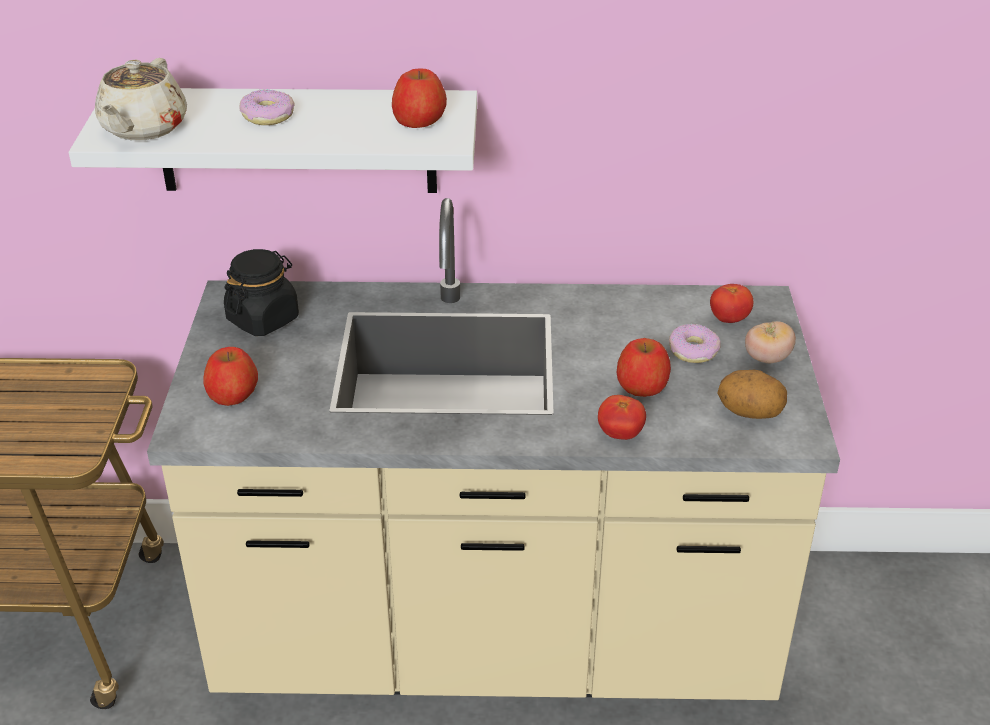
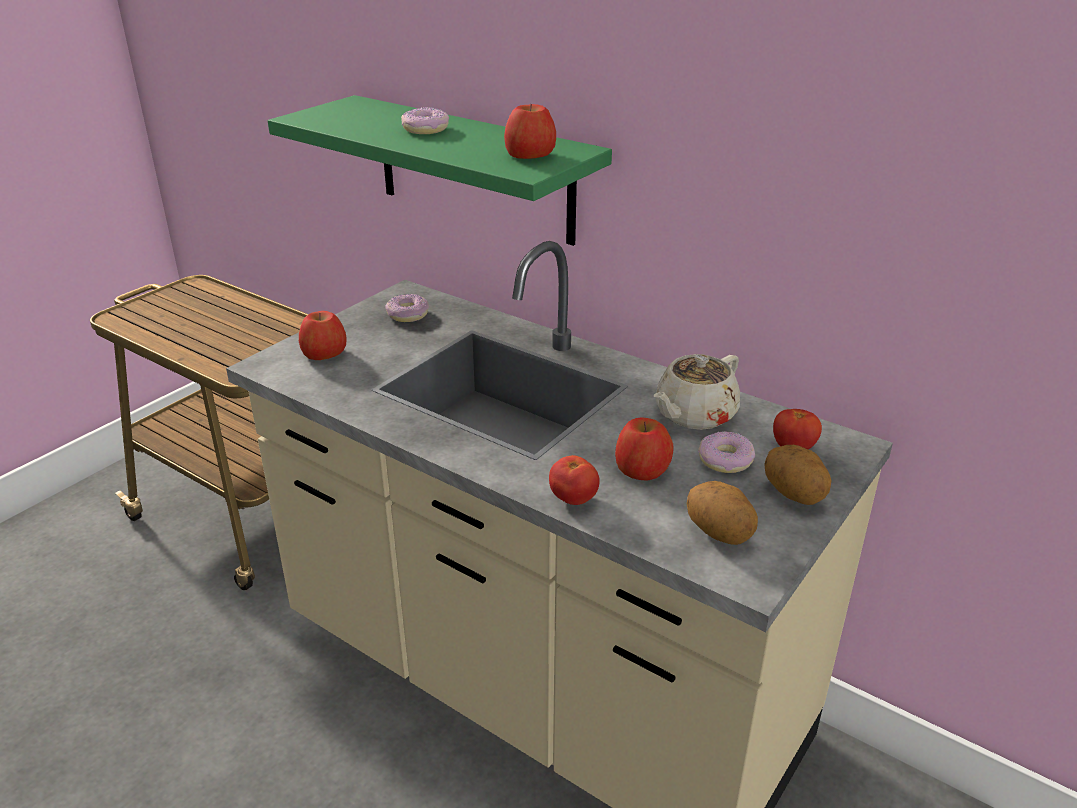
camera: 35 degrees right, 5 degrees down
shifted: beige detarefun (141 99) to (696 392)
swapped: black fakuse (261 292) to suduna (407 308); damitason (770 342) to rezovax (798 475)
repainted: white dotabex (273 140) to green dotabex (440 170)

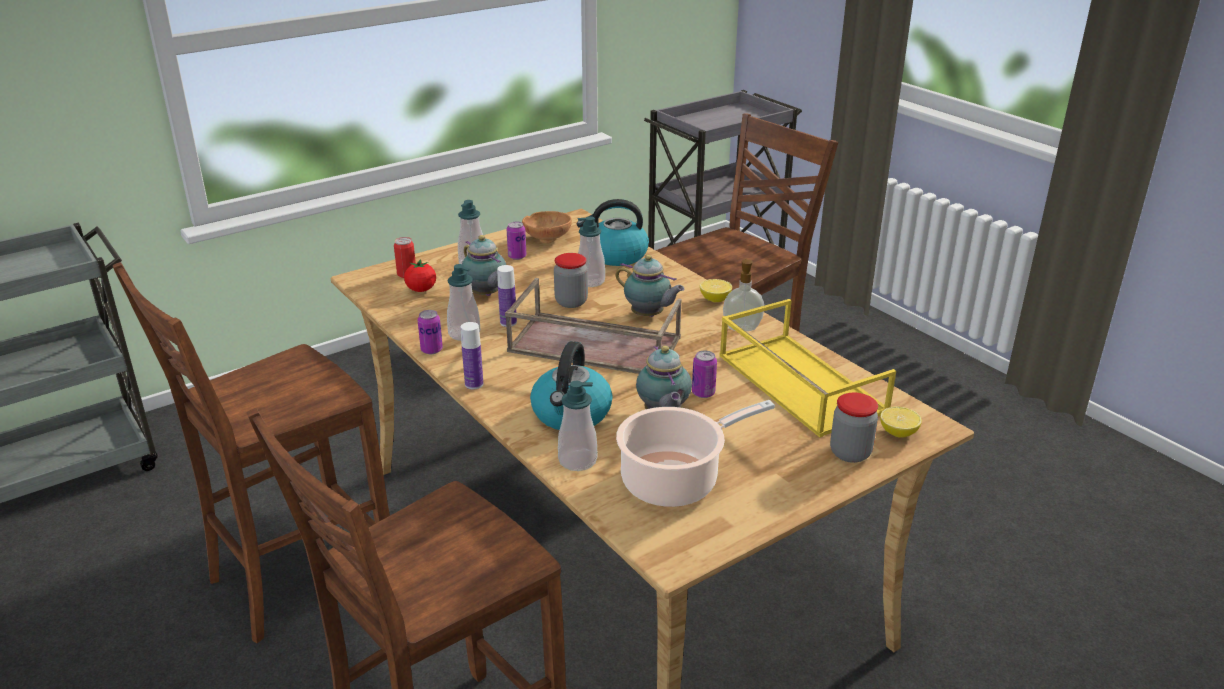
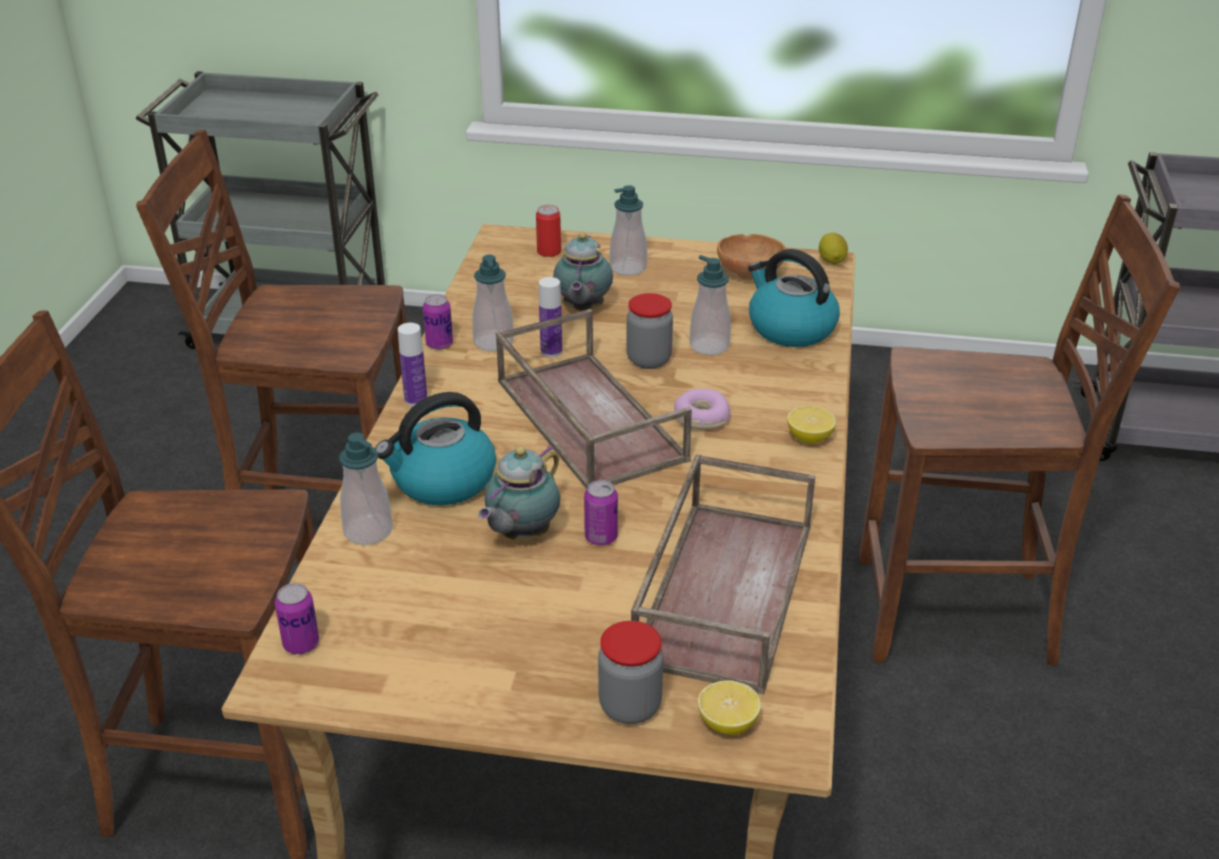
camera: 45 degrees right, 5 degrees up
gone: damitason (420 275); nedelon (695 453); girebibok (743 294)
new: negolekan (833 248)
shifted: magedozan (516 241) to (297 618)
swapped: detarefun (650 286) to suduna (702 409)
repainted: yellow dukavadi (807 368) to brown dukavadi (723 574)

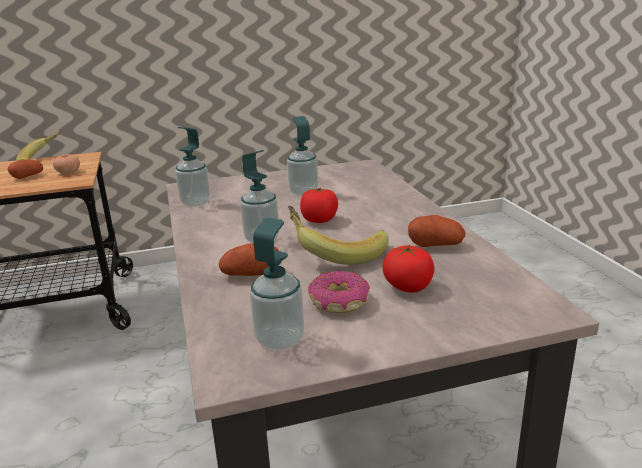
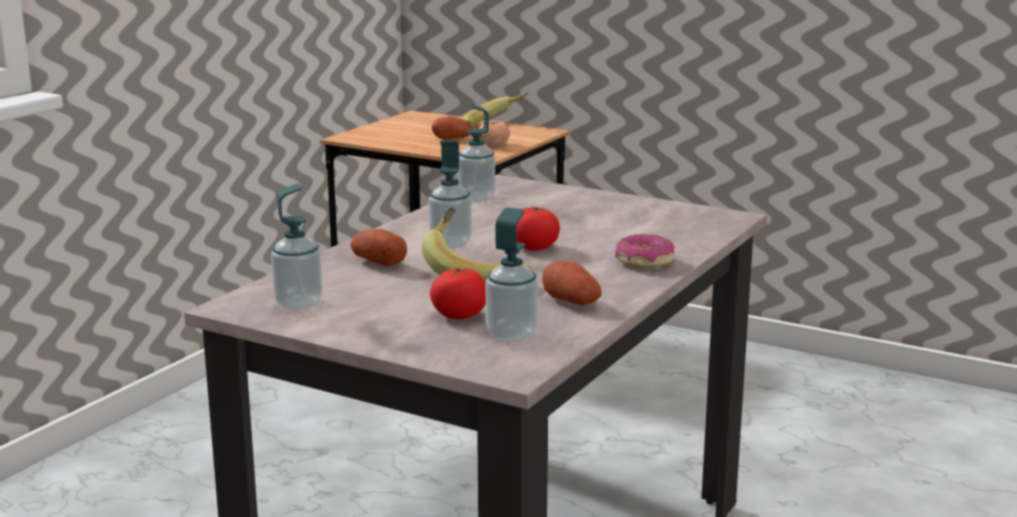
camera: 45 degrees right, 5 degrees down
shifted: girebibok (302 156) to (512 275); suduna (339 292) to (644 251)

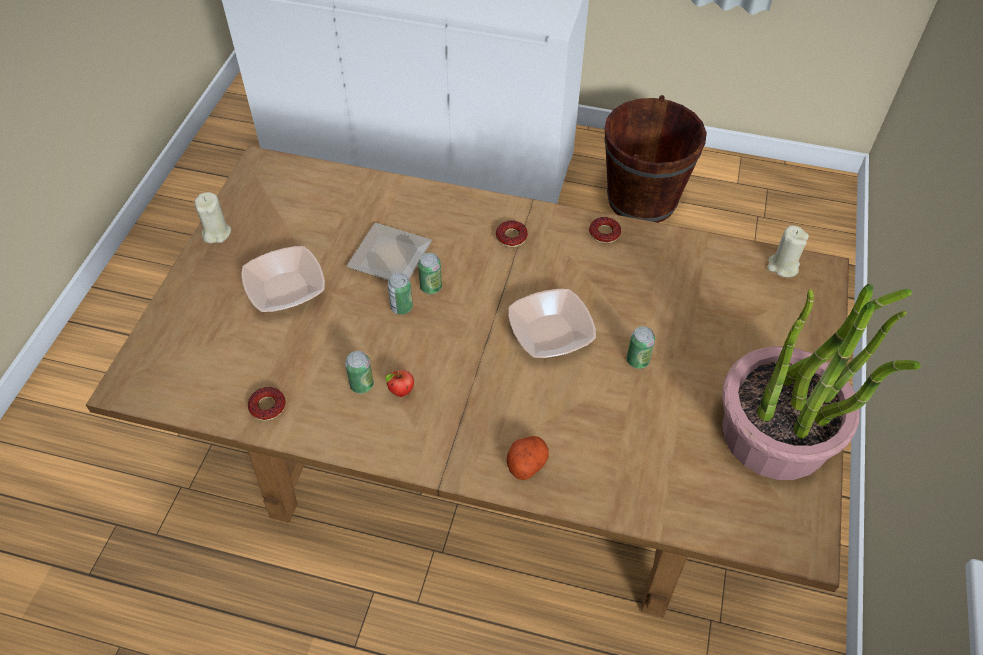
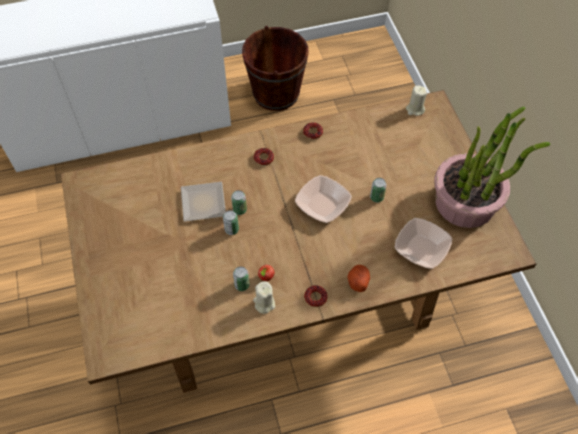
camera: 30 degrees left, 5 degrees up
shifted: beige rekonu (212 217) to (264 297); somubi (283 279) to (423 243); suduna (267 404) to (316 296)

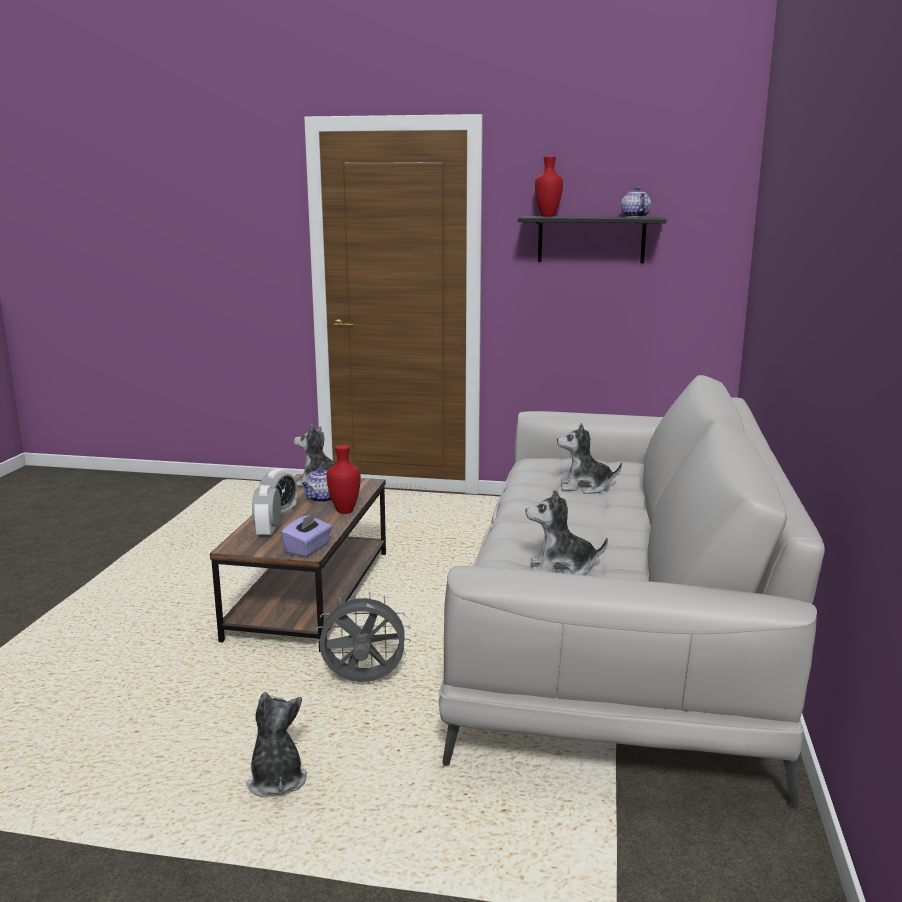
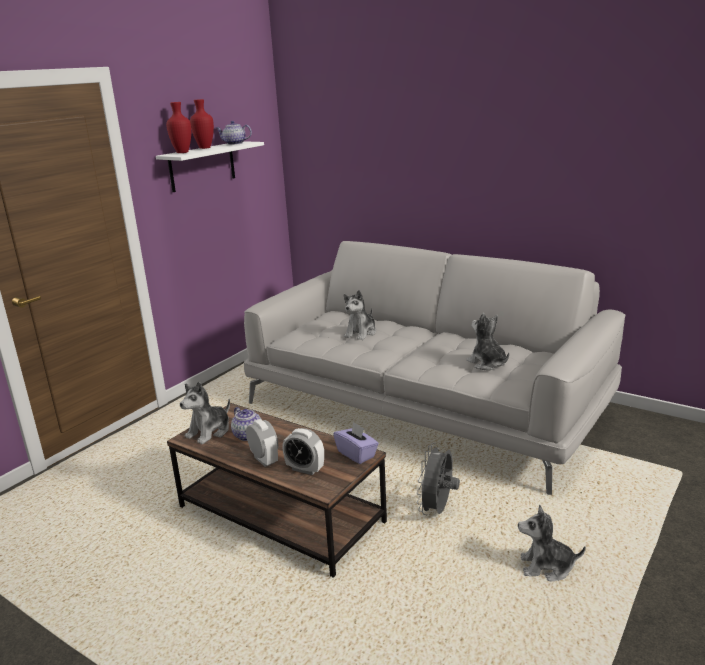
camera: 65 degrees left, 5 degrees up
shifted: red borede (344 479) to (202 124)
repainted: black dotabex (592 239) to white dotabex (210 166)
rotated: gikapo (567 532) = (487 341) 120 degrees clockwise

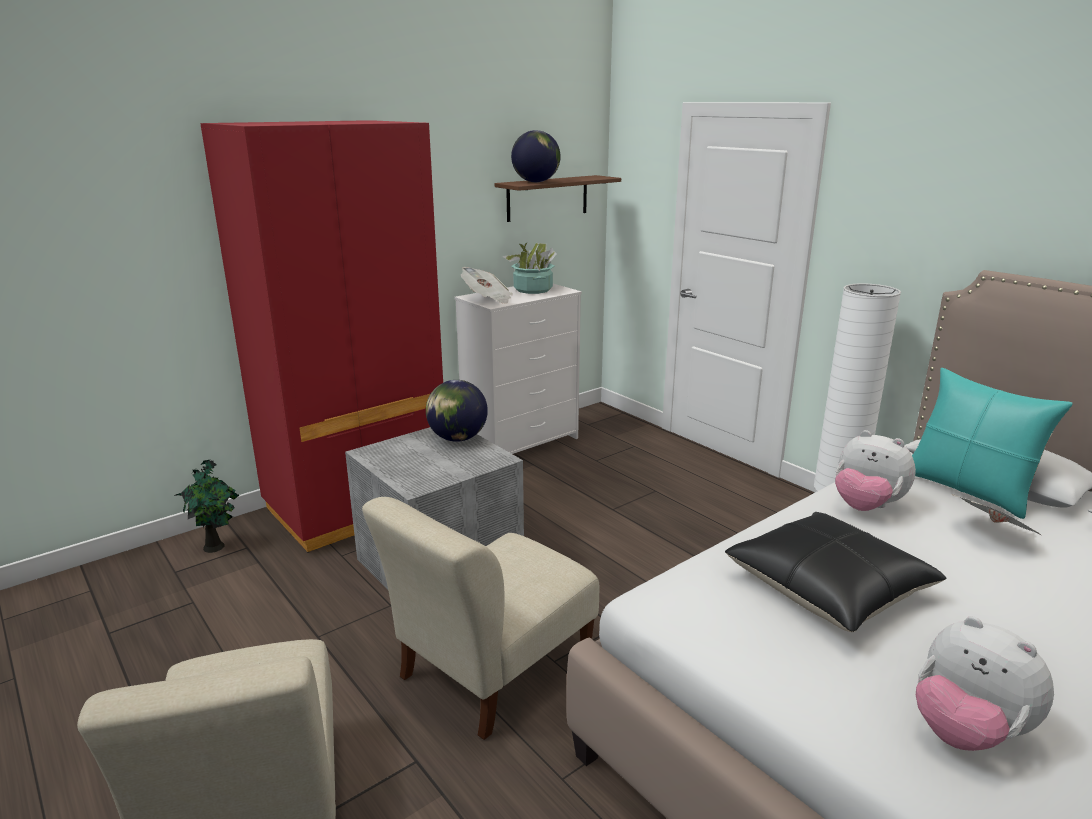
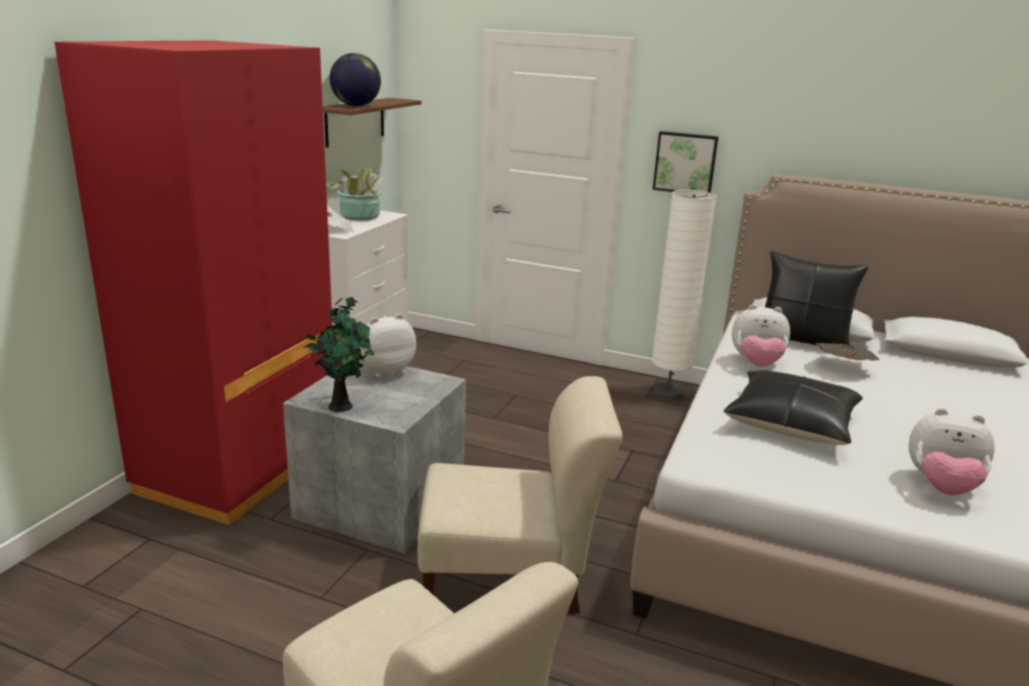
camera: 30 degrees left, 0 degrees up
new: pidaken (686 162)
shifted: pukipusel (206 506) to (339 354)
swapped: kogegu (457 411) to gikapo (387 346)
repainted: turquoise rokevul (992 443) to black rokevul (817 298)
rotated: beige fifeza (480 618) = (520 494) 105 degrees counterclockwise

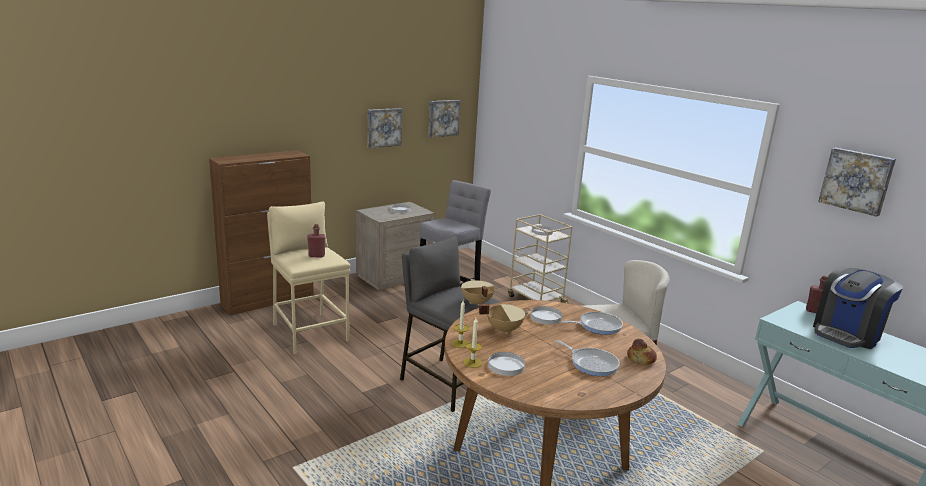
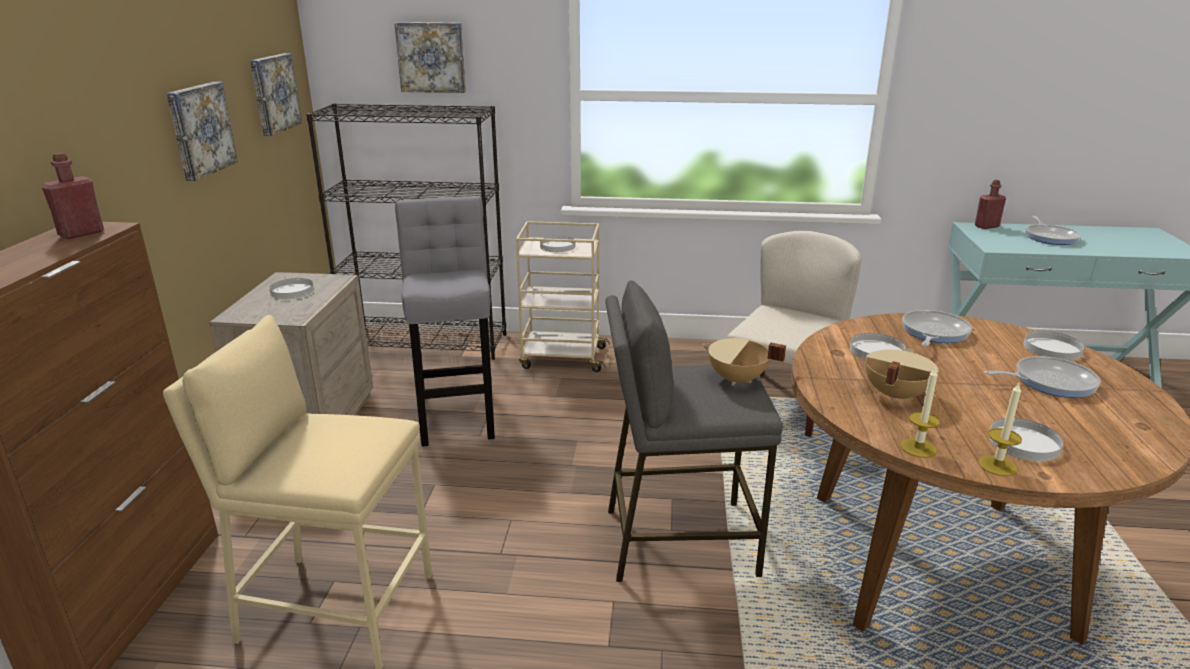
camera: 45 degrees left, 5 degrees up
new: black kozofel (406 231)
shifted: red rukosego (316 240) to (73 196); pidaken (857 182) to (430 57)
swapped: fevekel (642 352) to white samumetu (1053 346); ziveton (858 308) to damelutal (1053 230)

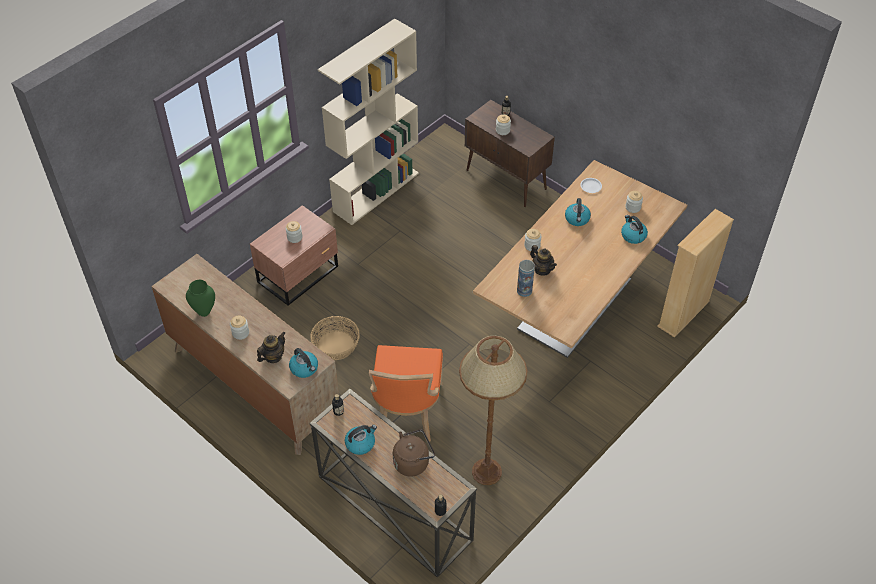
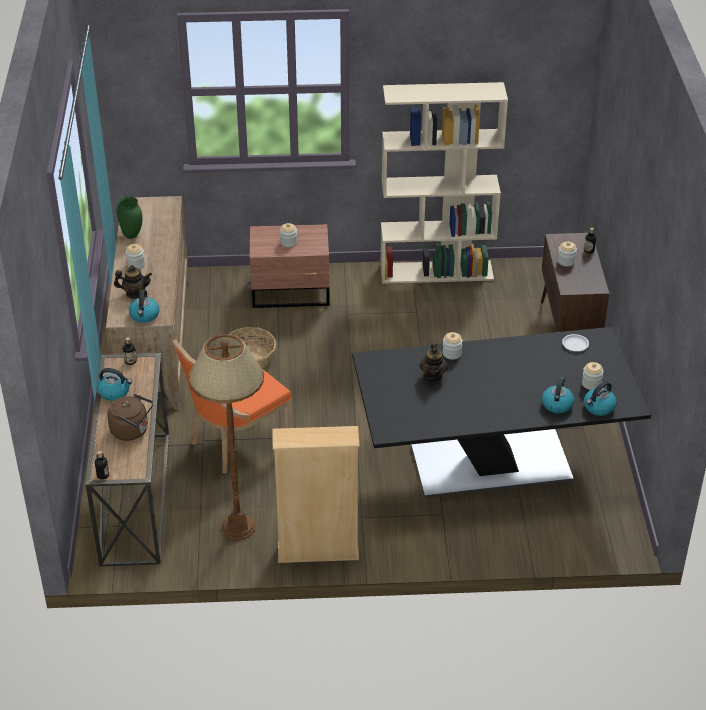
camera: 45 degrees right, 10 degrees down
gone: borede (526 278)
shifted: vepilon (578 212) to (600 398); beige kozofel (695 273) to (316 494)
repainted: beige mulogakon (580 259) to black mulogakon (501 412)

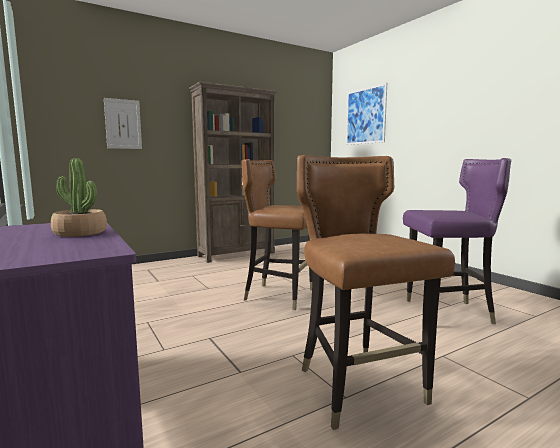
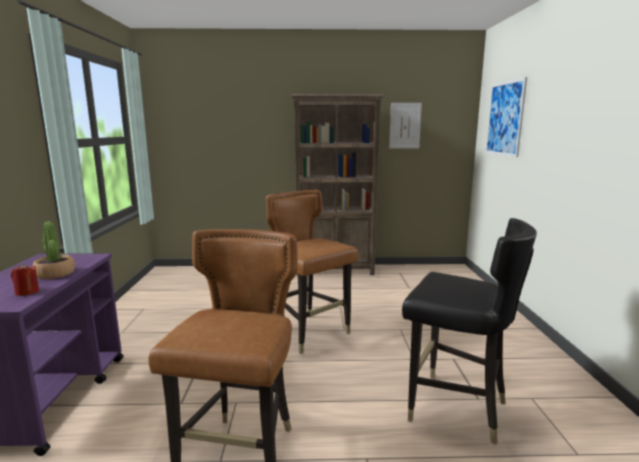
camera: 30 degrees right, 5 degrees up
new: red rekonu (25 280)
shifted: pidaken (123 123) to (405 126)
repainted: purple fifeza (457 241) to black fifeza (469 331)

